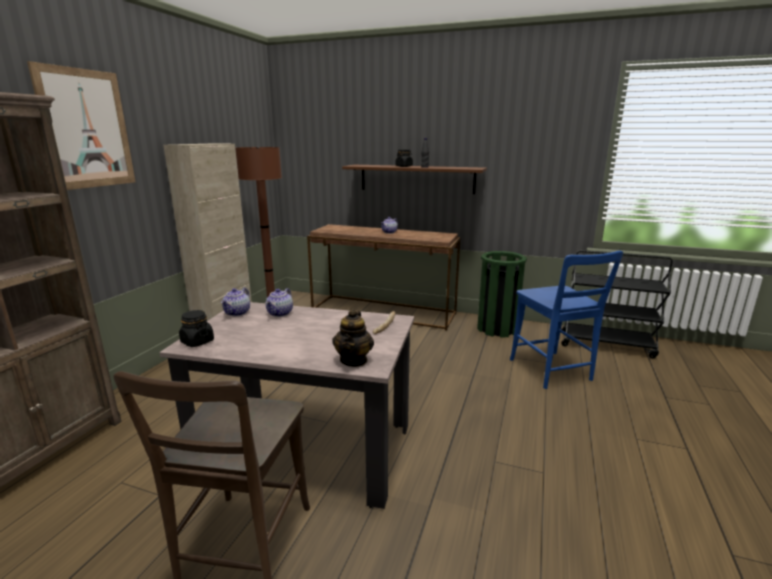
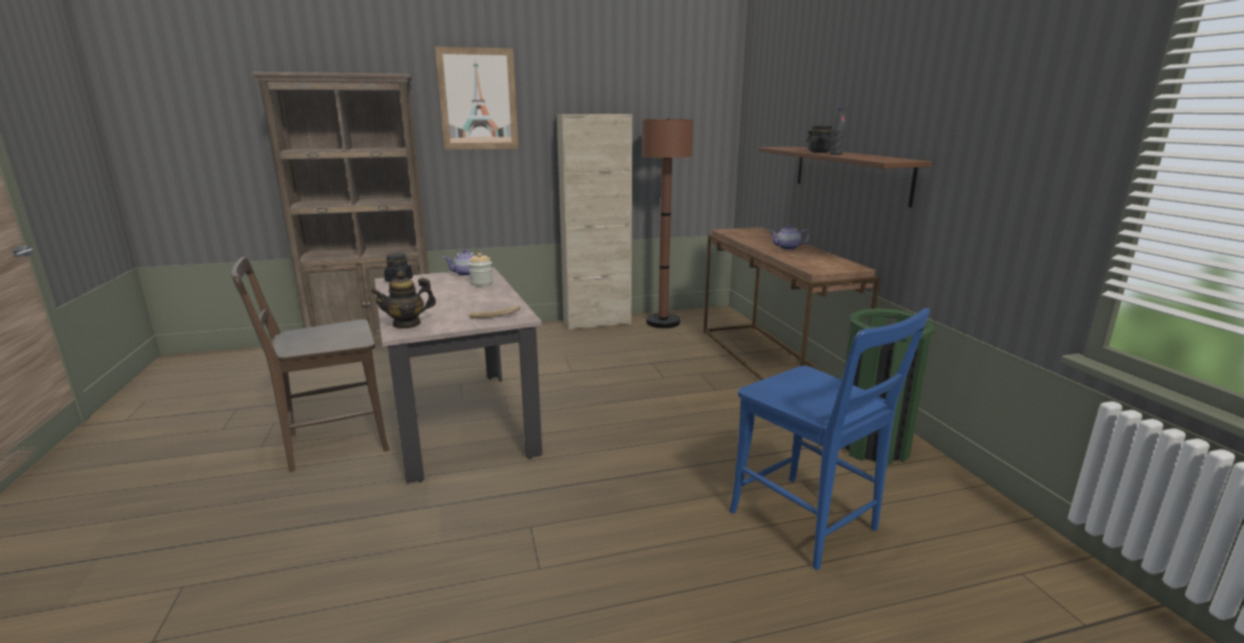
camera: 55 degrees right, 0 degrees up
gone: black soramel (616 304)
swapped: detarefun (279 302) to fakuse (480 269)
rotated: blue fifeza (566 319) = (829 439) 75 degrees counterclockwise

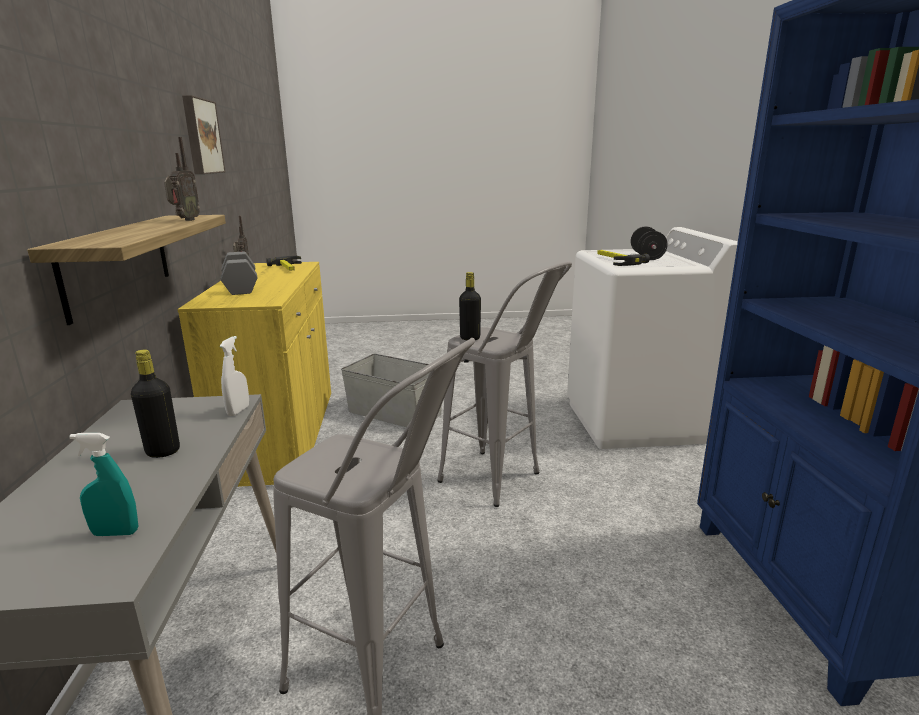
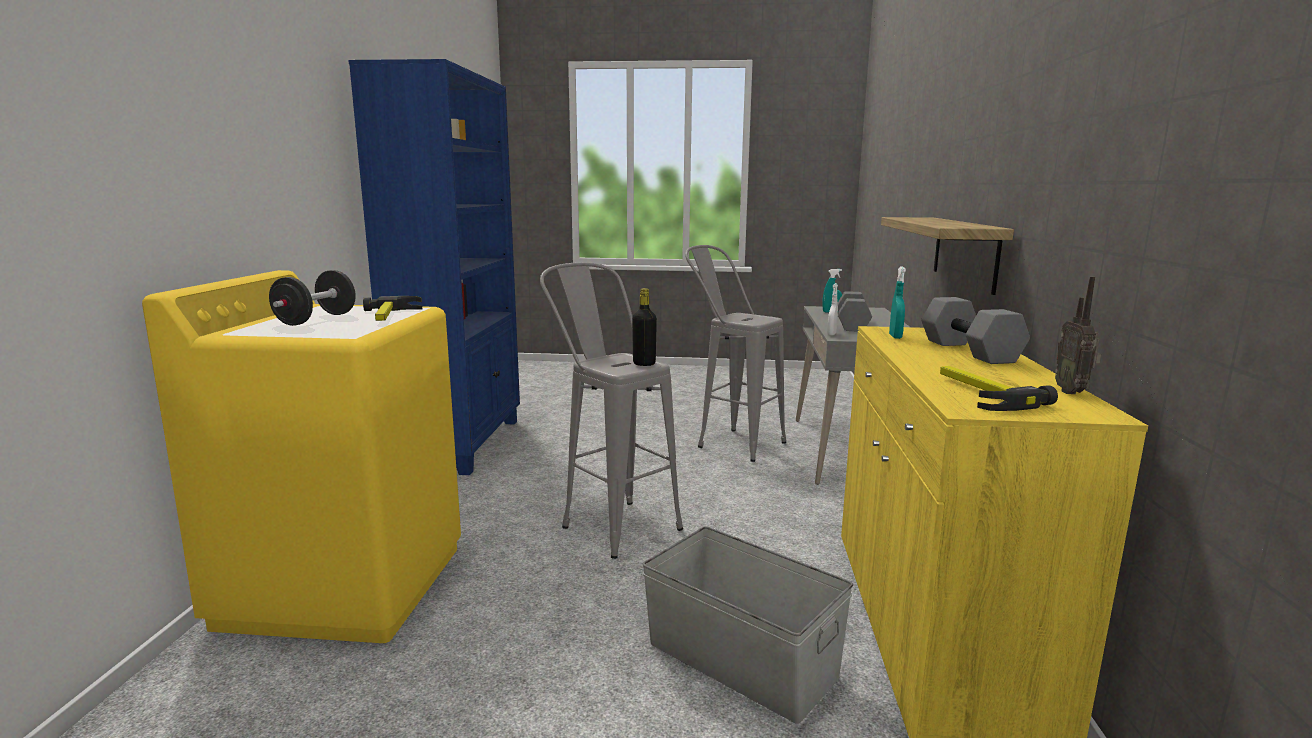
camera: 170 degrees left, 5 degrees down
gone: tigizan (182 179); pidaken (204 134)
new: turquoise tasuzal (897 302)
swapped: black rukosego (155 404) to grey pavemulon (854 311)
repainted: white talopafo (652 338) to yellow talopafo (301 456)

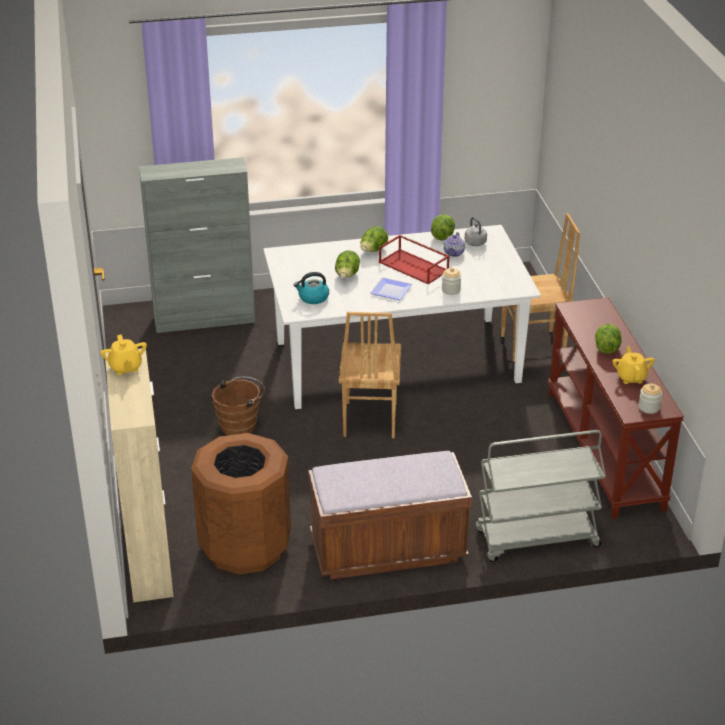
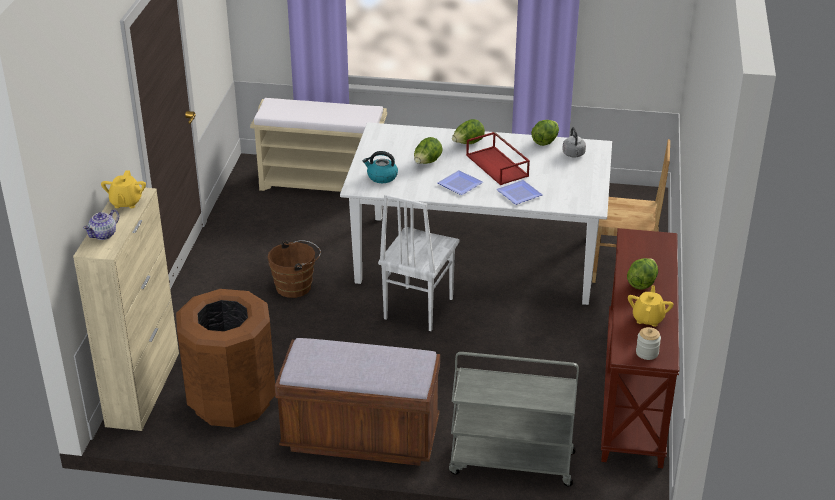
camera: 20 degrees right, 0 degrees up
shifted: detarefun (454 244) to (101 225)
swapped: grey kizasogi (197 245) to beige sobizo (318 145); fakuse (451 281) to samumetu (519 192)
repainted: brown fifeza (370 375) to white fifeza (418 262)

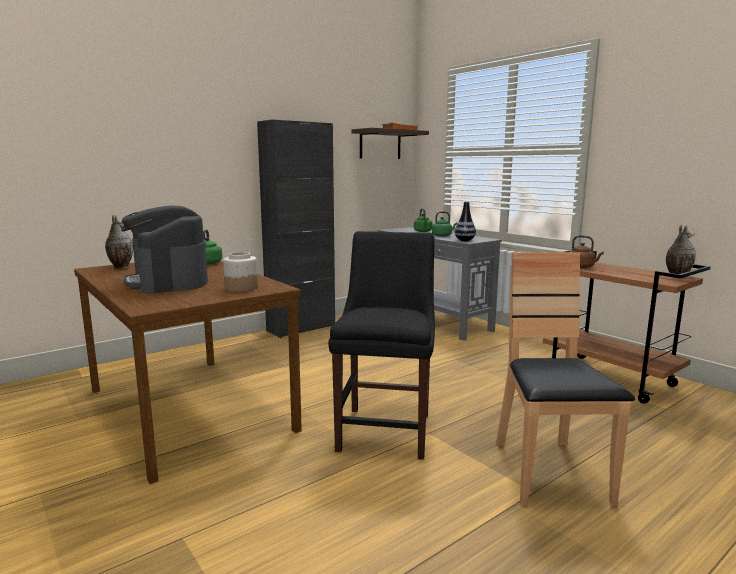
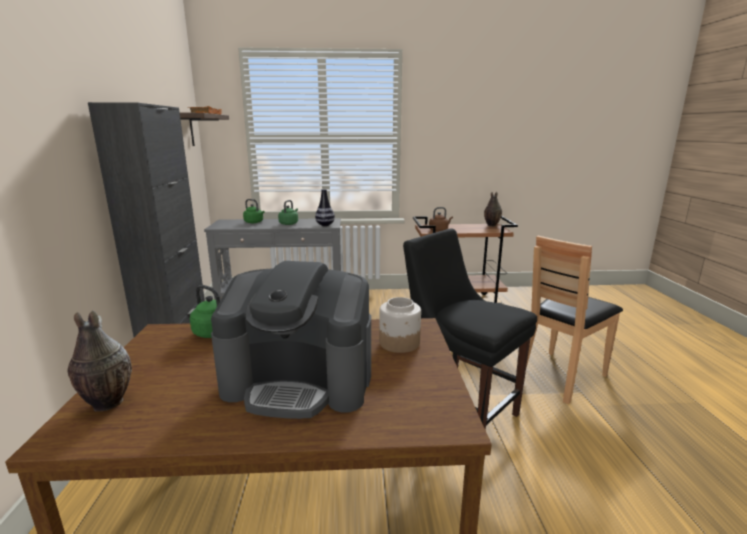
camera: 55 degrees left, 5 degrees up
rotated: brown fifeza (565 379) = (574 320) 75 degrees counterclockwise

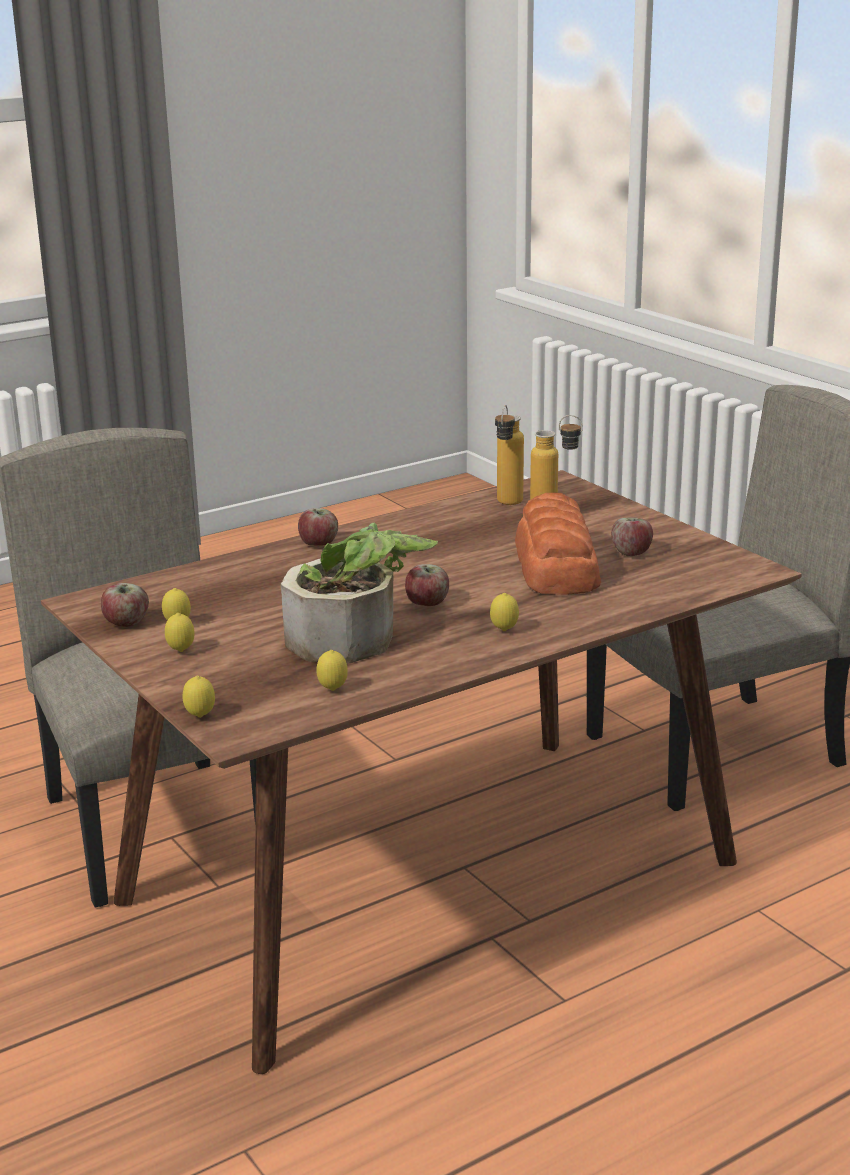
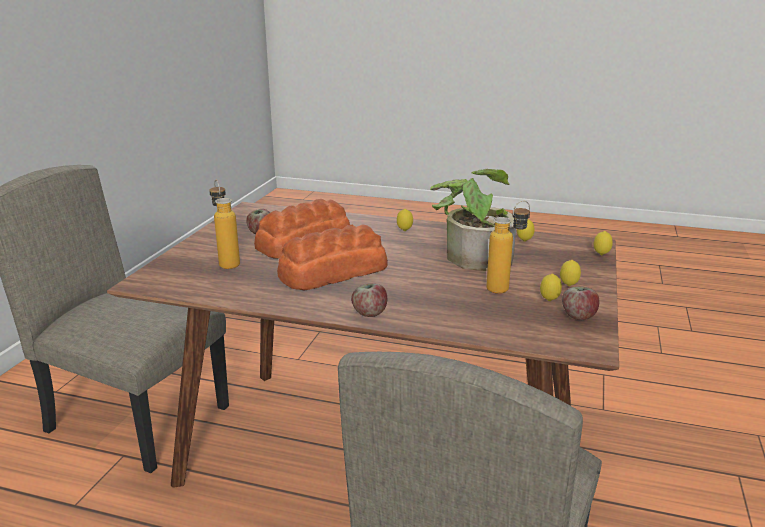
camera: 130 degrees left, 0 degrees up
gone: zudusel (427 585)
new: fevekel (332 257)
shifted: rukosego (509 455) to (508 247)

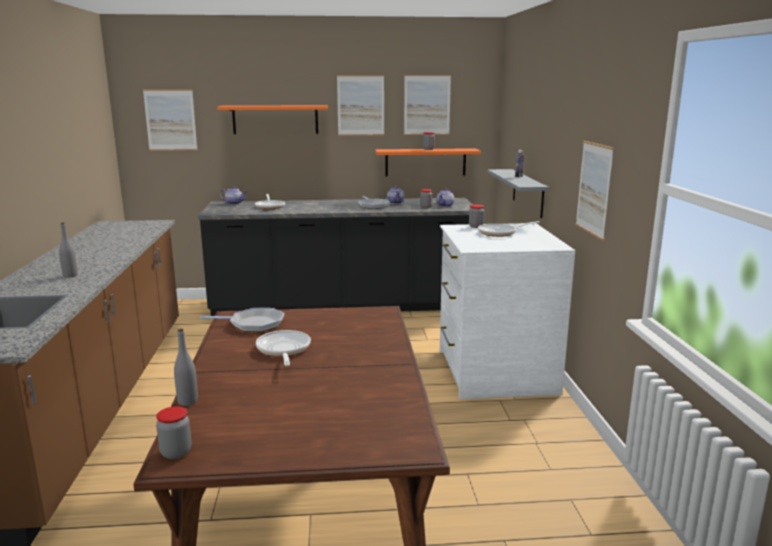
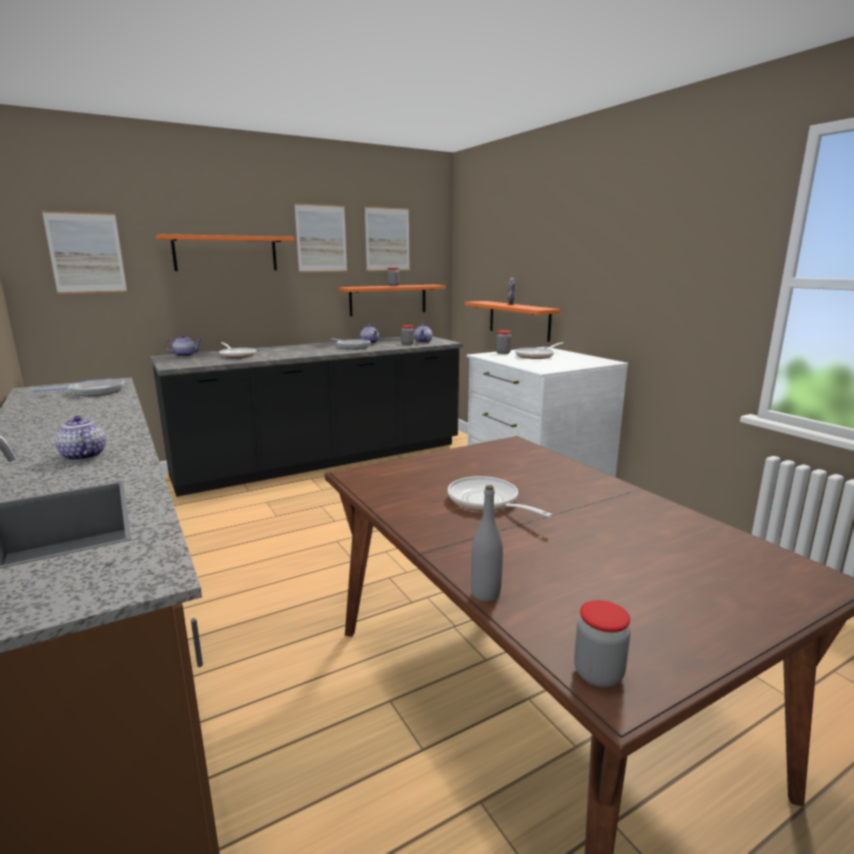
camera: 25 degrees left, 0 degrees up
gone: pidaken (594 191)
shifted: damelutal (242 320) to (78 388)
swapped: grey rukosego (68 250) to detarefun (80 438)
repainted: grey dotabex (518 193) to orange dotabex (513 321)

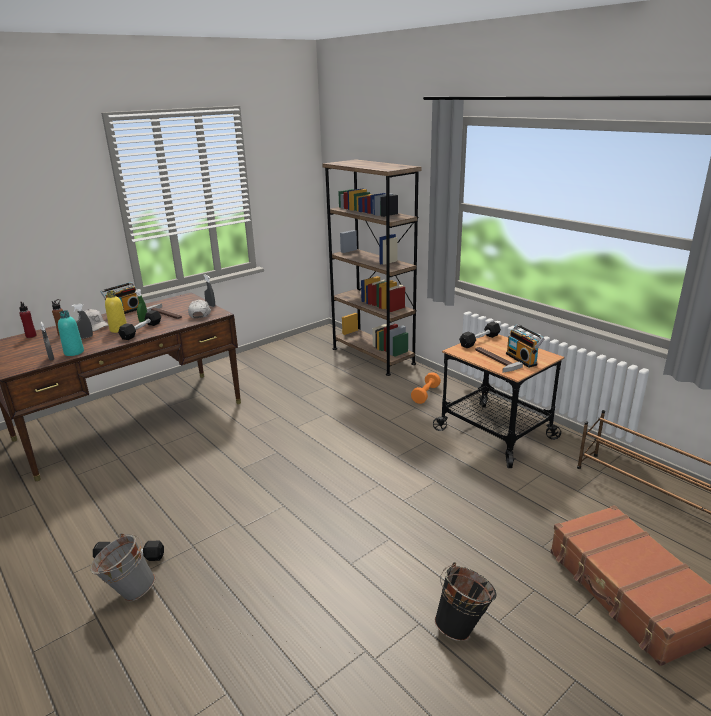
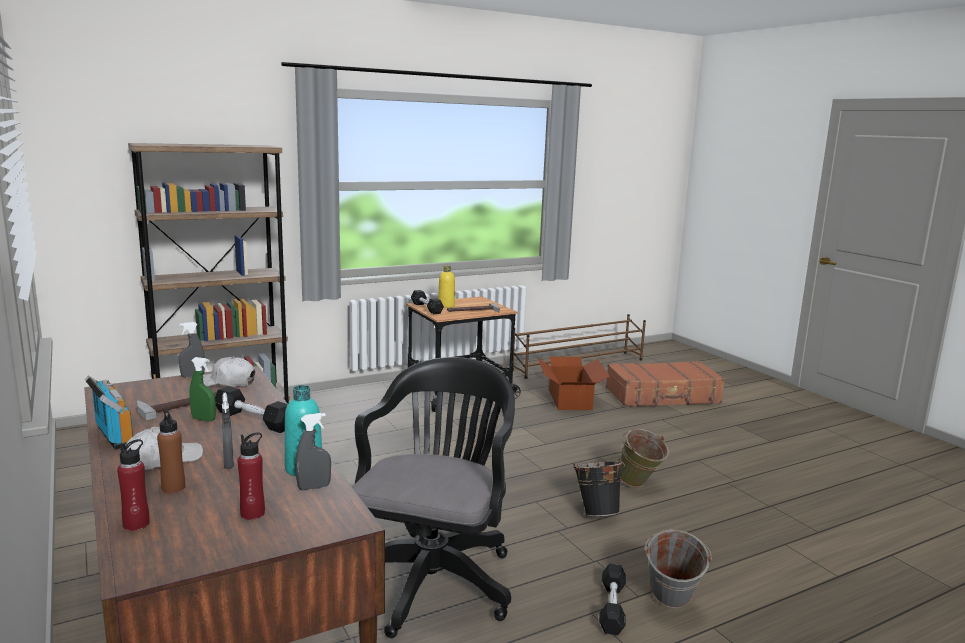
camera: 80 degrees left, 10 degrees down
gone: orange pavemulon (426 388); tigizan (525 346)
new: red rukosego (251 476); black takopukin (433 497); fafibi (573 383); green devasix (644 458)
shifted: yellow rukosego (116 312) to (446 287); black devasix (465 601) to (599 487)

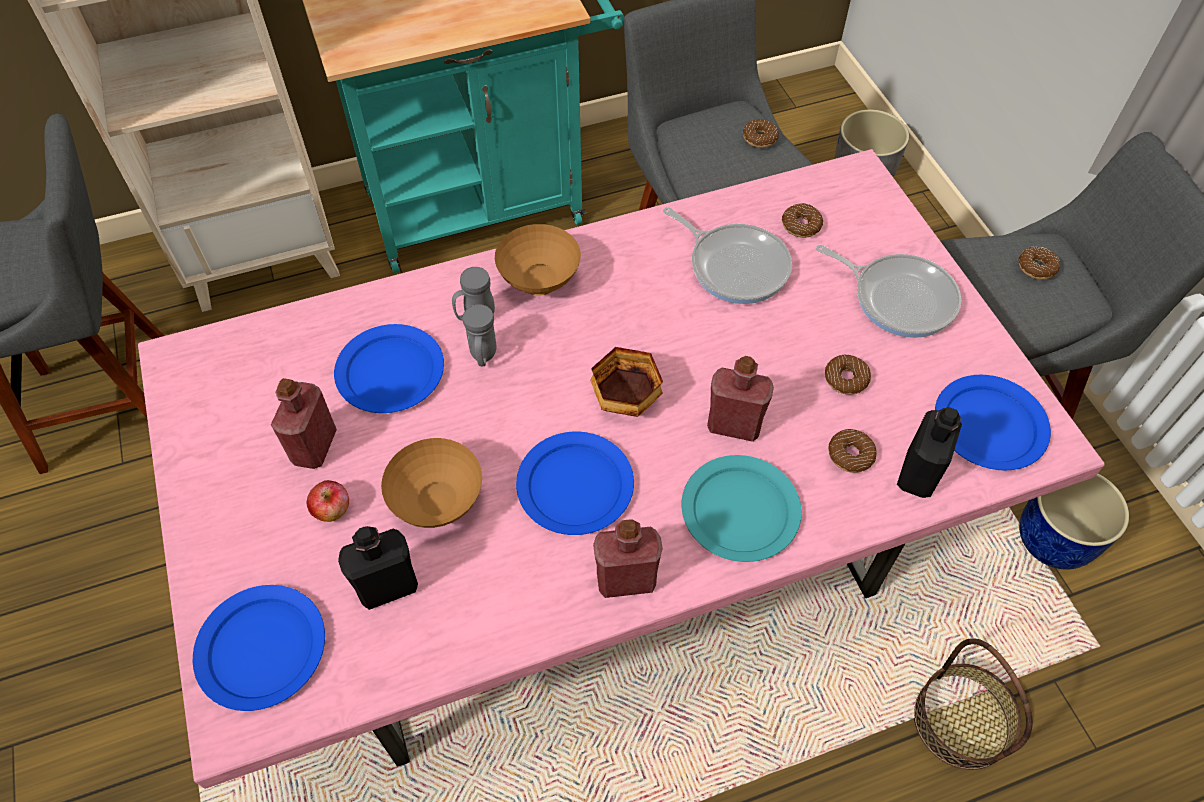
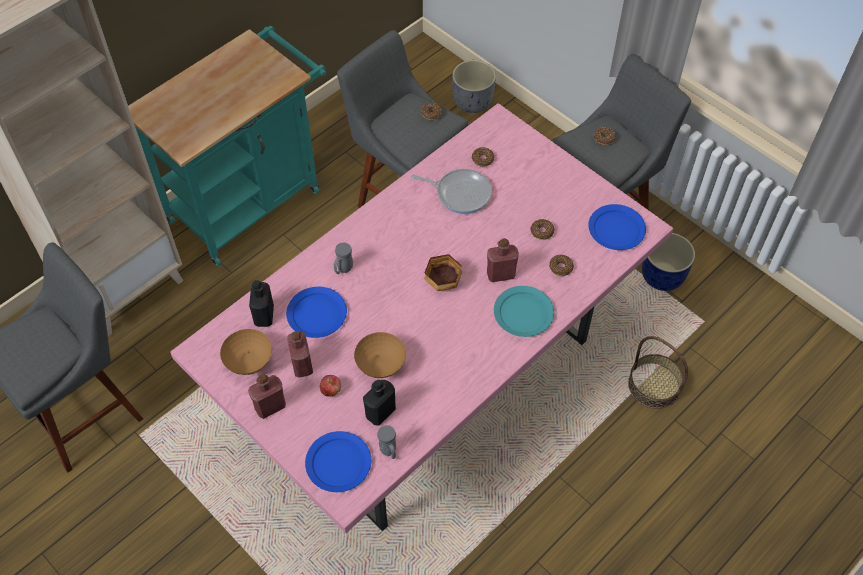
camera: 25 degrees left, 0 degrees up
gone: blue samumetu (575 483); damelutal (888 291)
shifted: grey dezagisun (479 335) to (386 442); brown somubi (538 259) to (246 352); red rukosego (628 558) to (267 396); black rukosego (929 452) to (261 304)

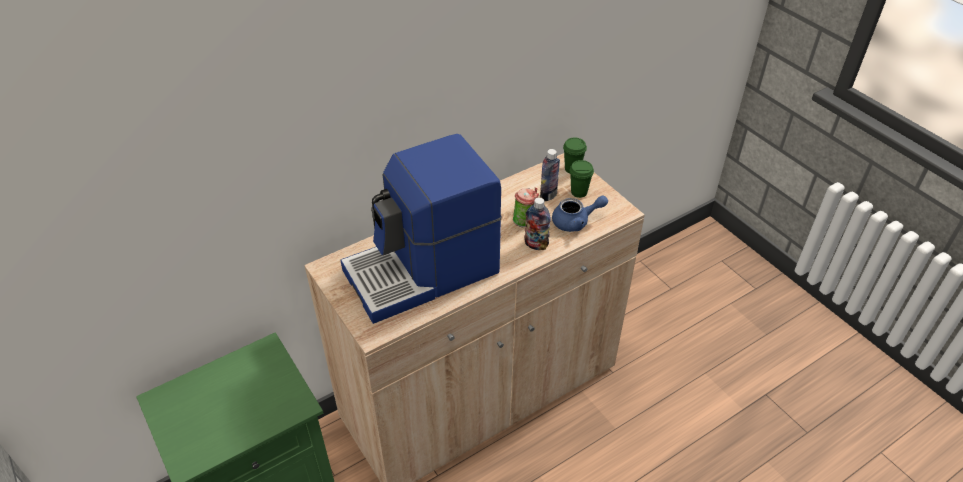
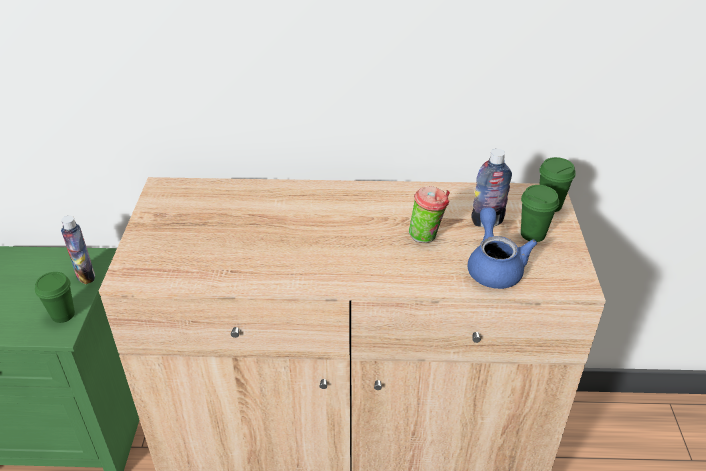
camera: 35 degrees right, 5 degrees down
gone: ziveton (421 229)
new: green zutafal (55 297)
shifted: rukosego (537 223) to (78 250)
rotated: blue detarefun (580 214) = (502 248) 120 degrees counterclockwise

